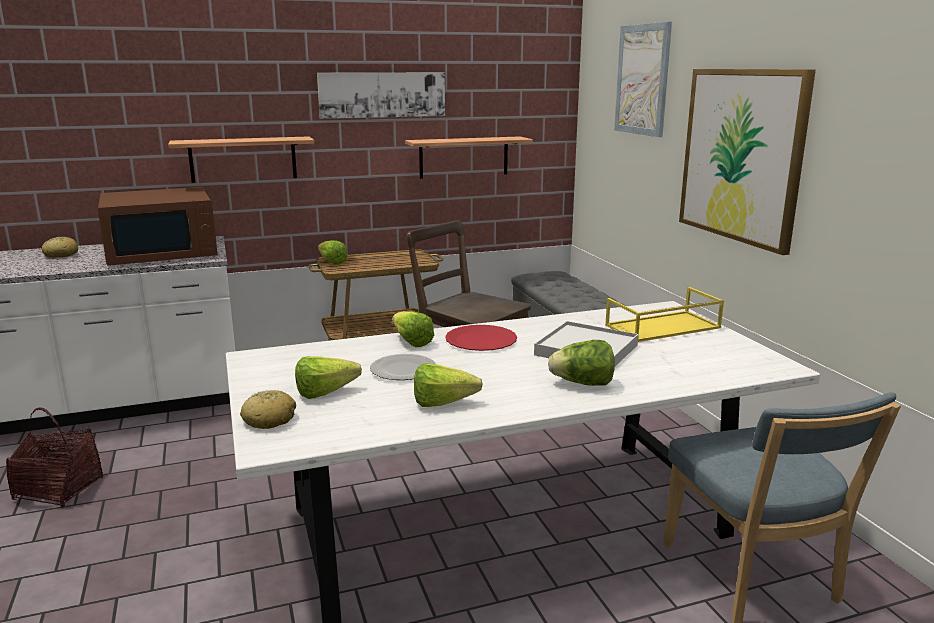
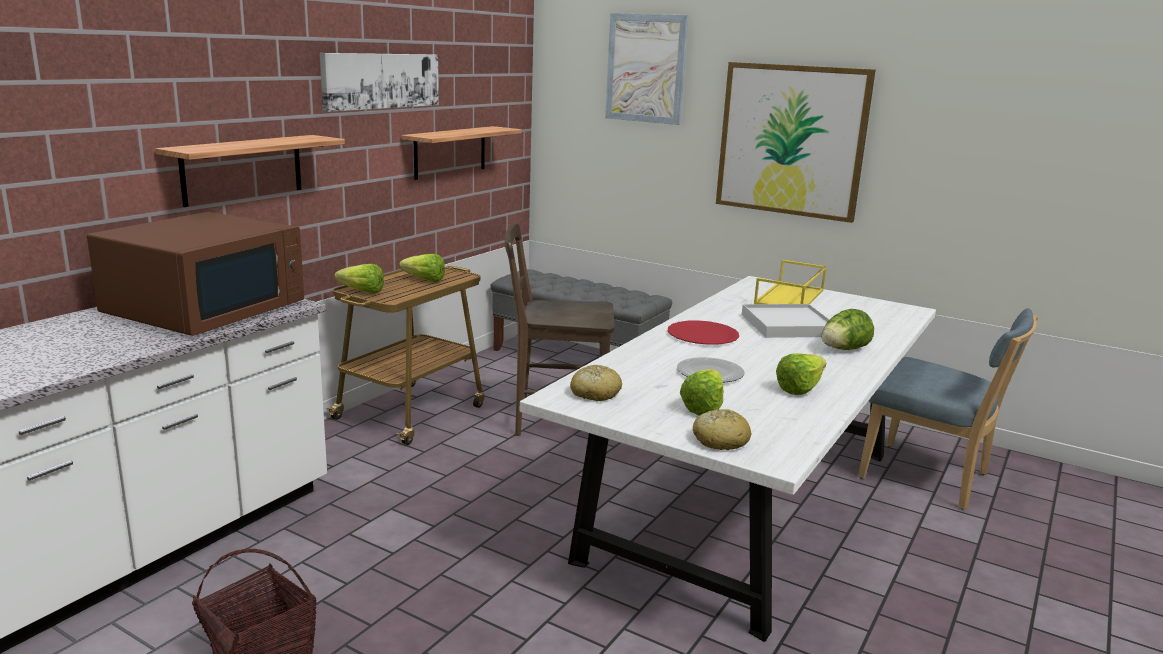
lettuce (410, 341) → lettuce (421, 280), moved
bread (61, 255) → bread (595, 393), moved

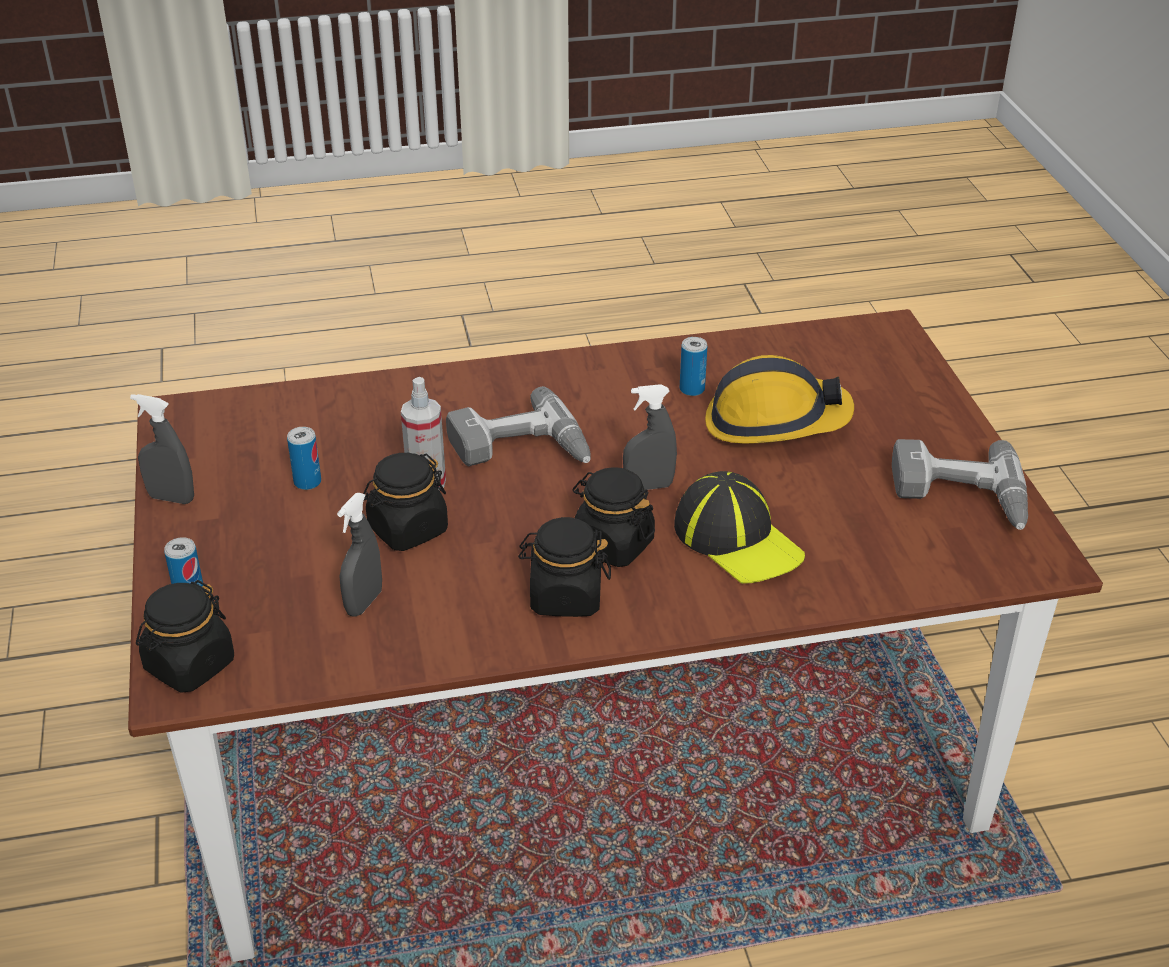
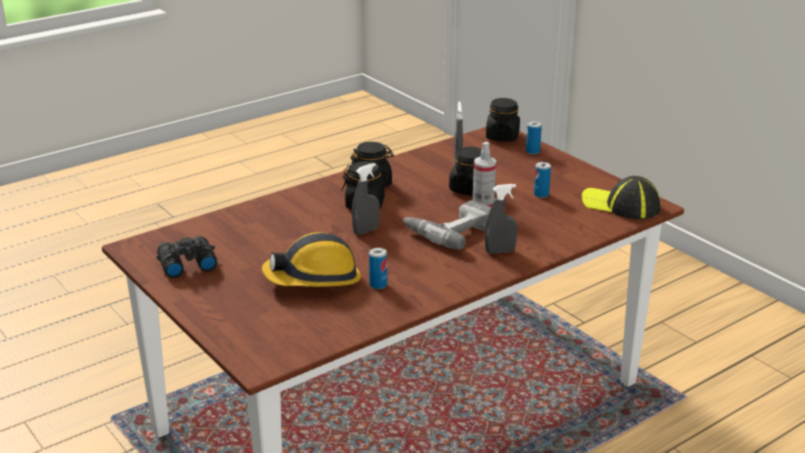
power drill (959, 498) → binoculars in black (186, 264)
spray bottle in grey (171, 498) → spray bottle in grey (500, 251), moved
cap (737, 539) → cap (621, 205), moved

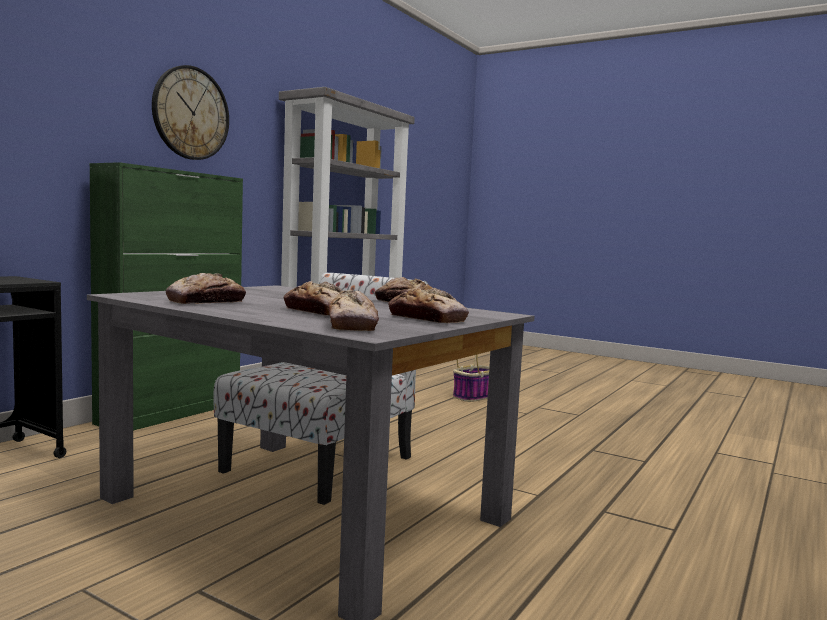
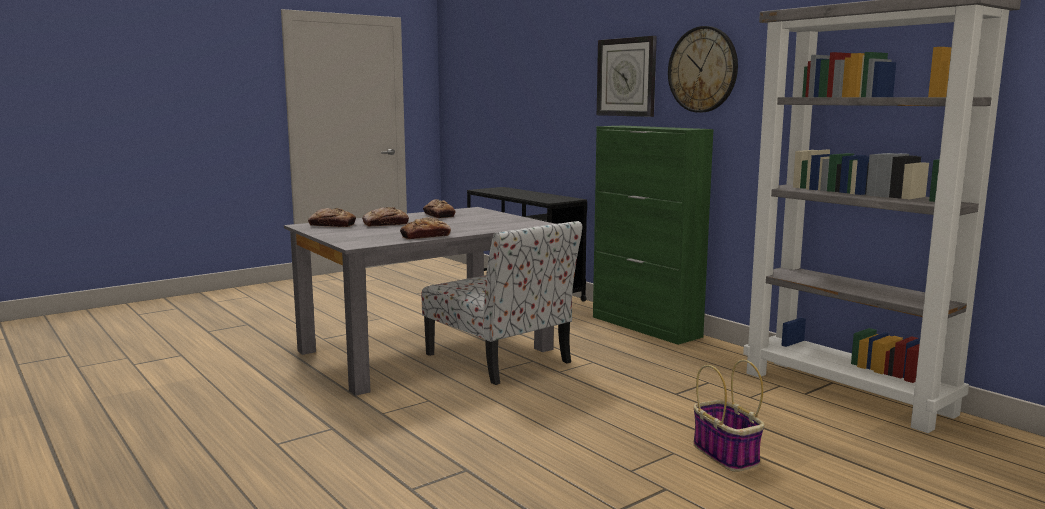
- → wall clock (626, 77)
bread (427, 319) → -

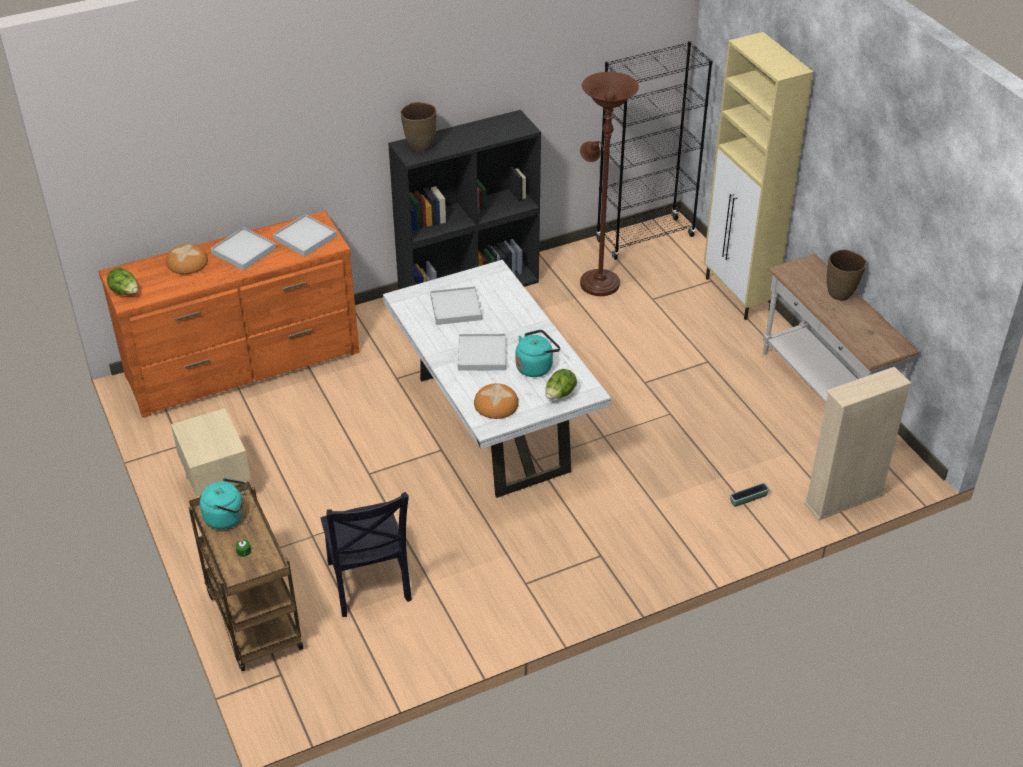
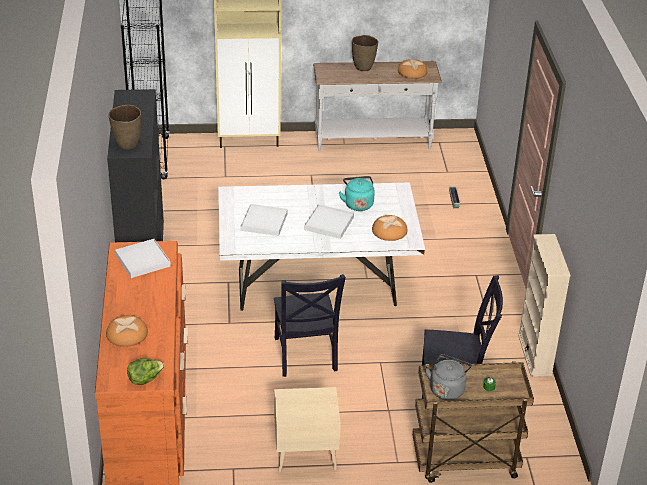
- → chair in black (305, 356)
- → bread (412, 72)
kettle in turquoise (227, 517) → kettle in grey (447, 389)
bookcase in beige (843, 500) → bookcase in beige (534, 354), moved
tray in white (244, 251) → -
lettuce (560, 395) → -
floor lamp in brown (597, 280) → -

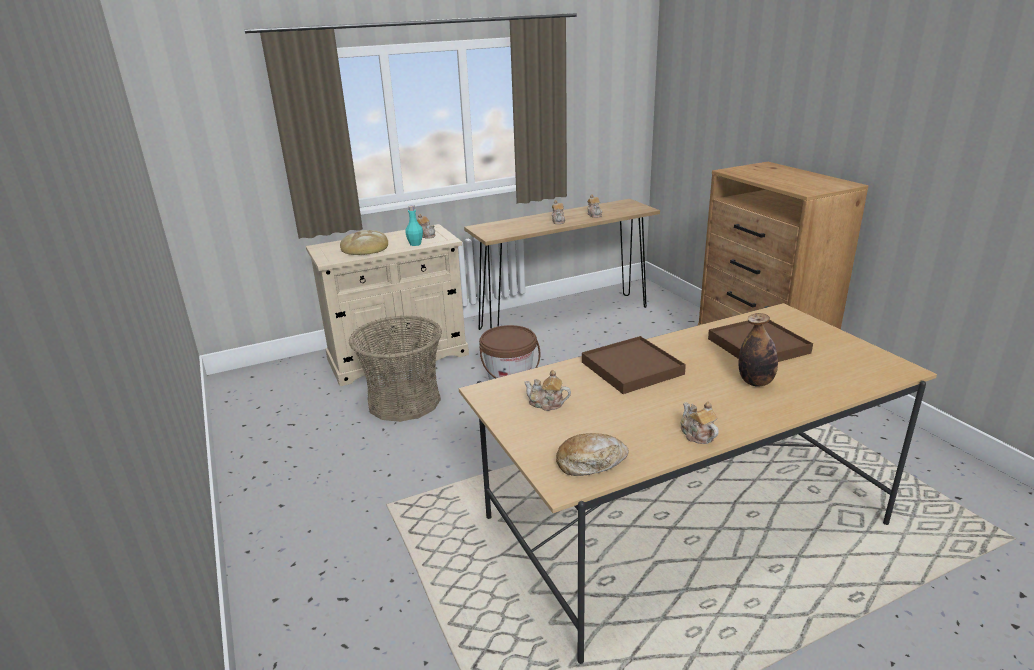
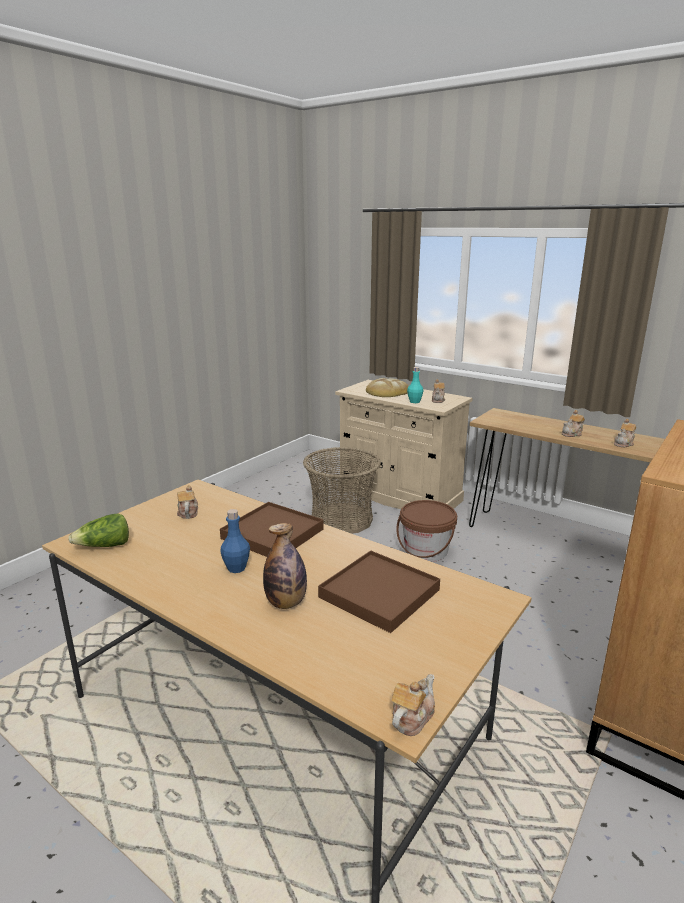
bread (591, 462) → lettuce (104, 546)
- → bottle in blue (236, 568)
teapot (697, 435) → teapot (411, 718), moved

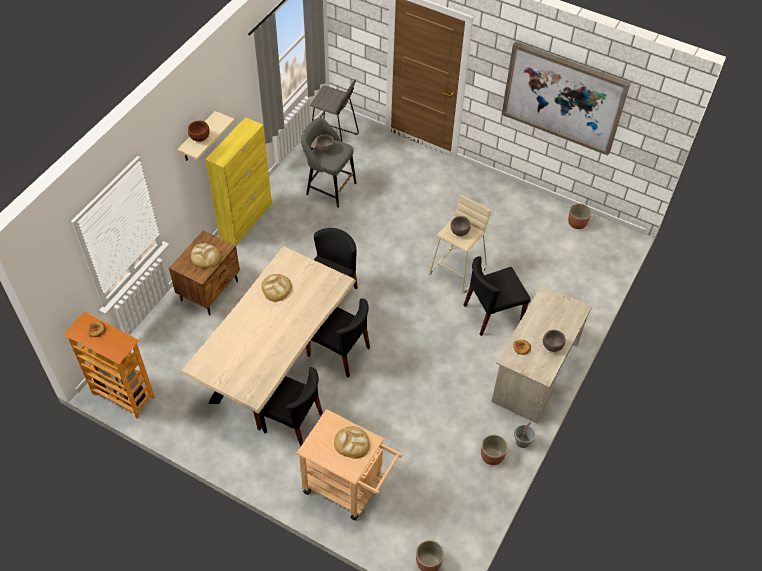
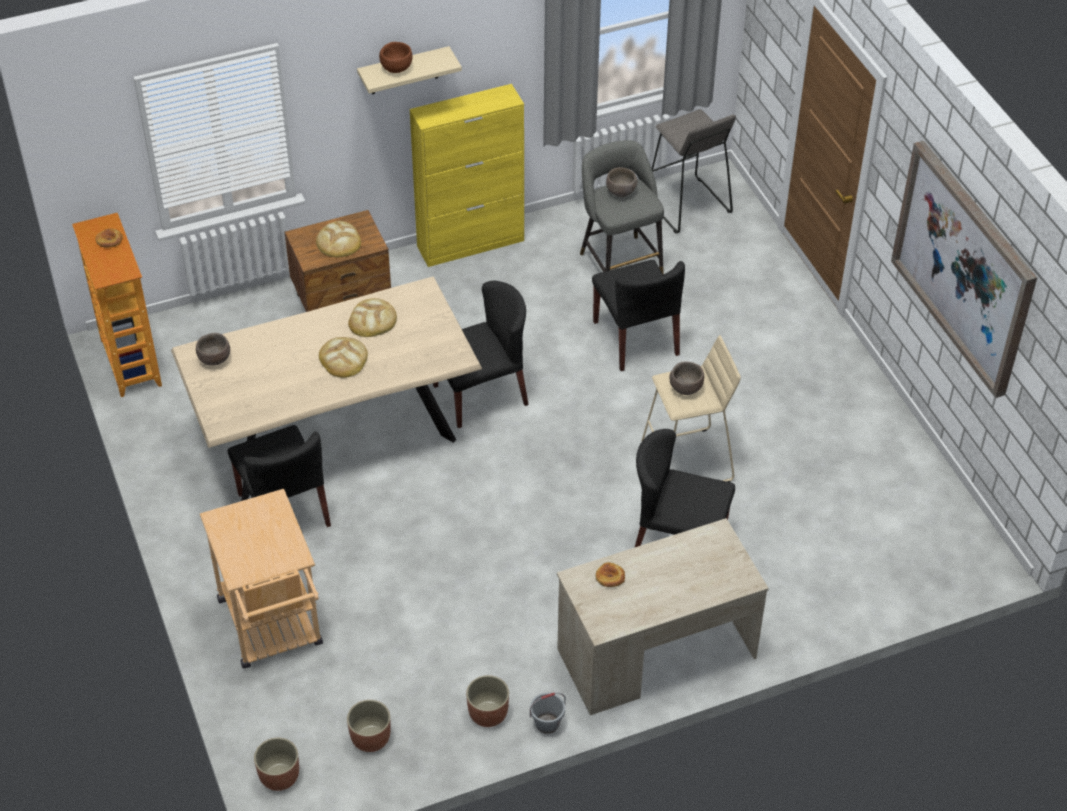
bowl in brown (552, 346) → bowl in brown (215, 359), moved
bread (352, 443) → bread (343, 359), moved
planter (577, 223) → planter (371, 738), moved
chair in black (339, 352) → chair in black (636, 338), moved

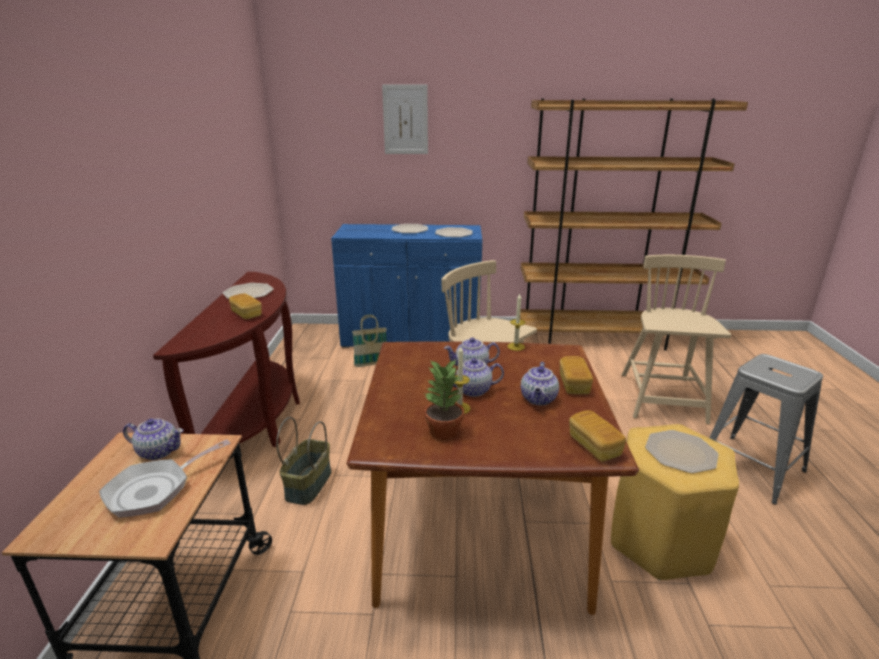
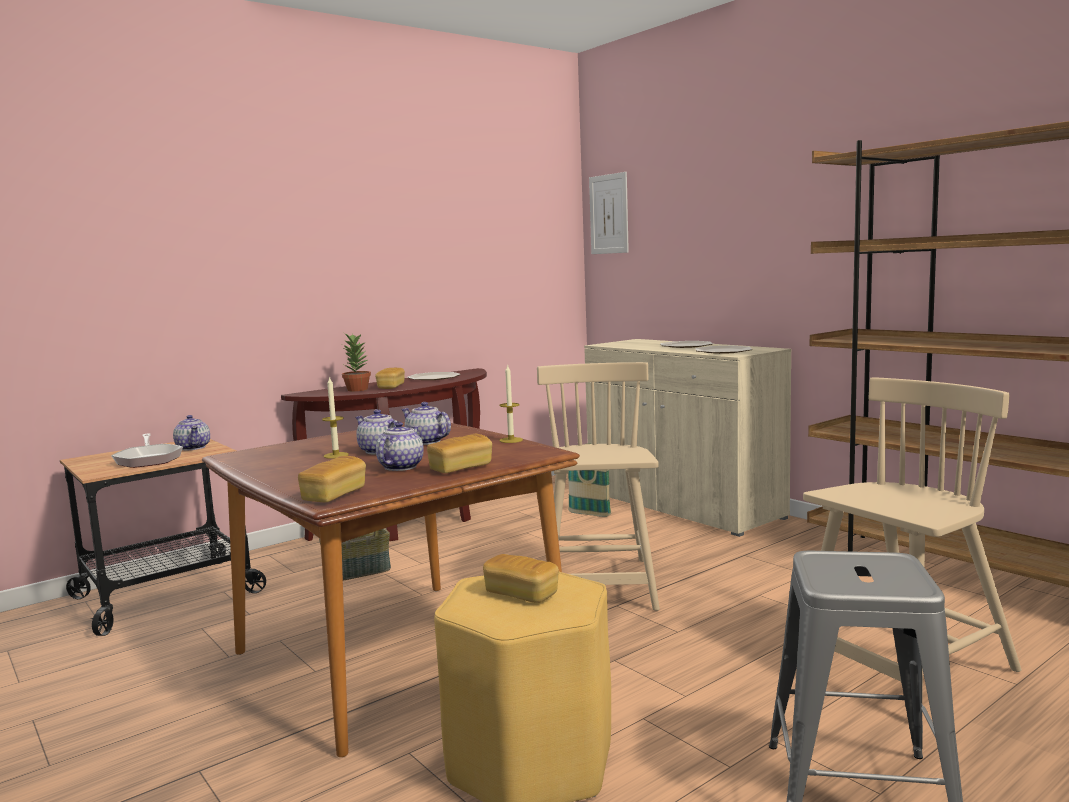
frying pan (154, 490) → frying pan (148, 459), 120 degrees counterclockwise
potted plant (443, 431) → potted plant (357, 389), moved
teapot (539, 399) → teapot (401, 467), 135 degrees clockwise
plate (680, 452) → bread (521, 594)
cabinet in blue (411, 338) → cabinet in beige (682, 506)
picture (405, 120) → picture (609, 214), moved

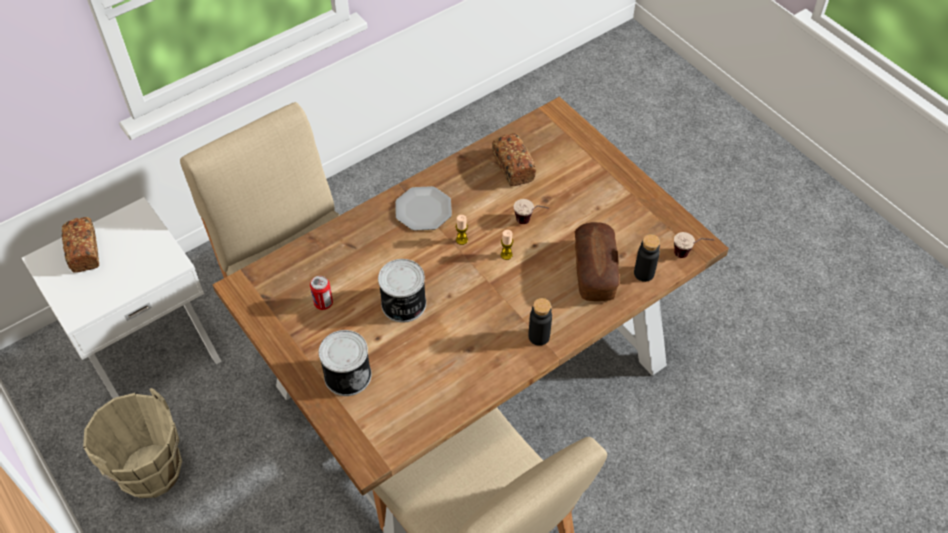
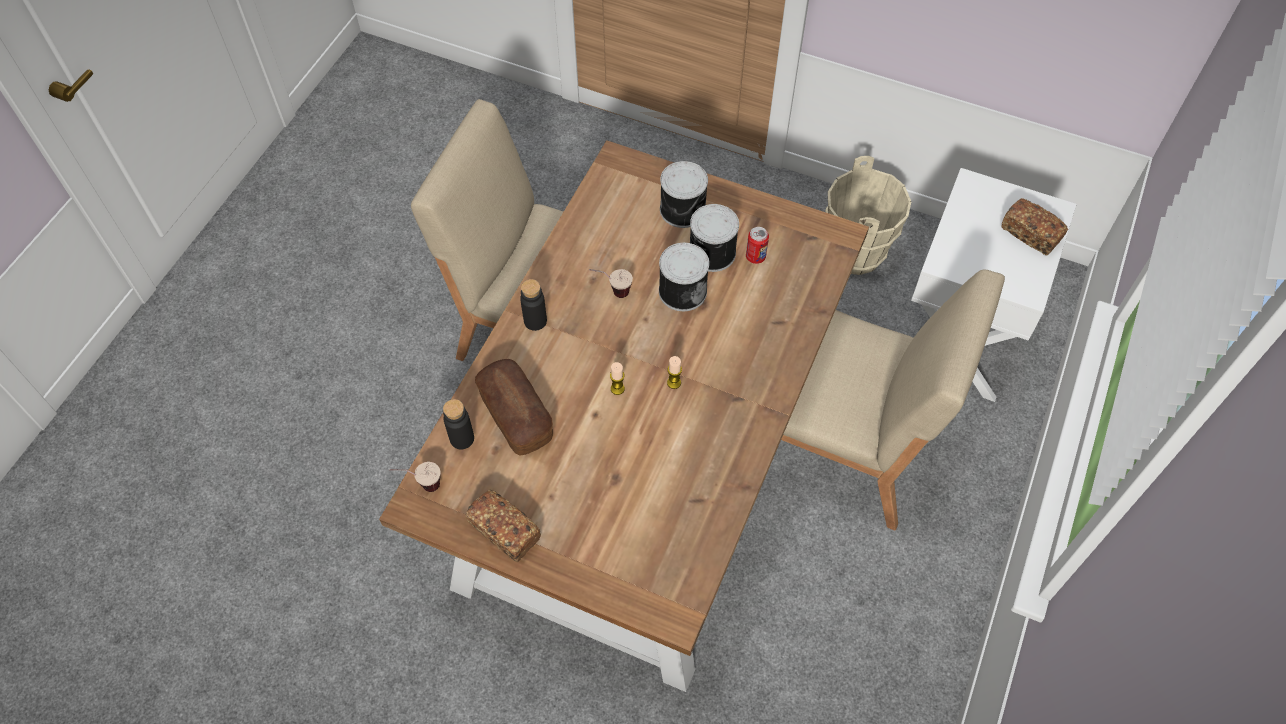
bread (513, 167) → bread (505, 531), moved
cup (530, 222) → cup (611, 292), moved
- → can (710, 253)
plate (423, 209) → -

